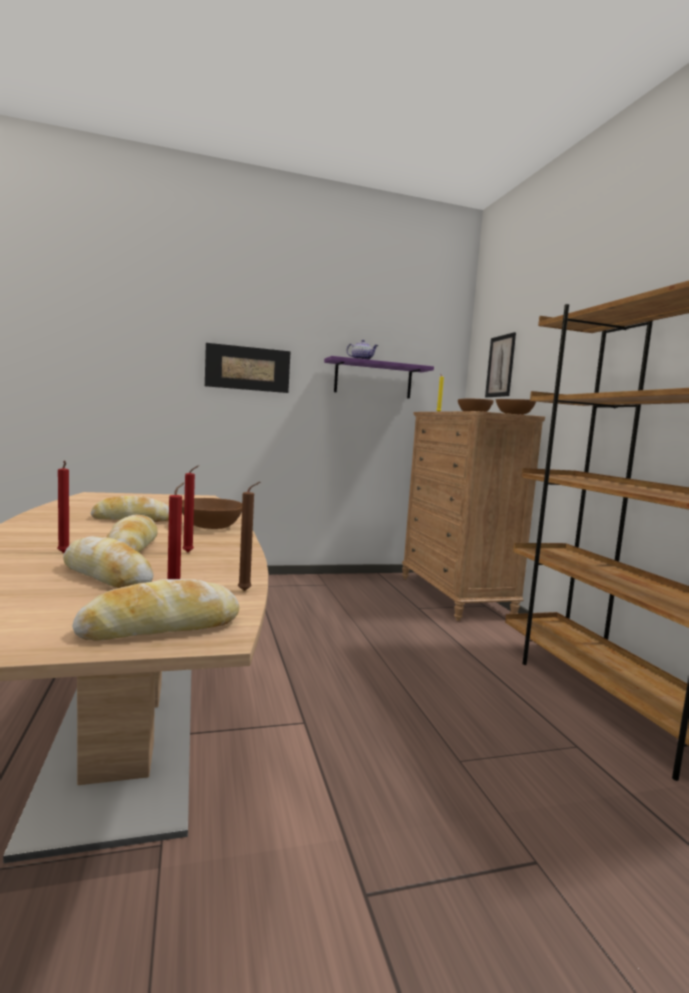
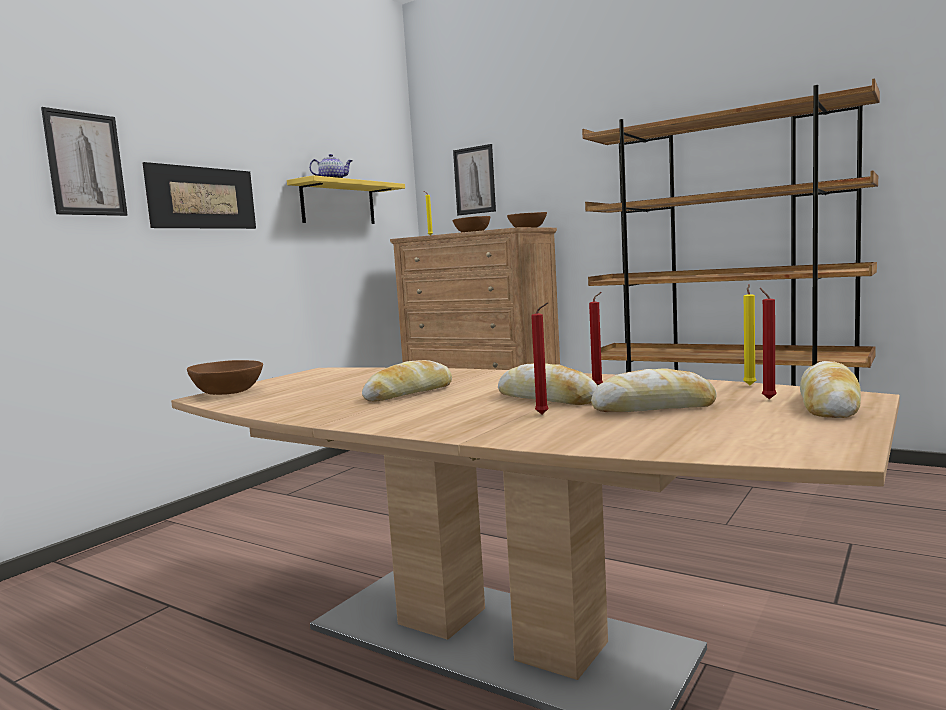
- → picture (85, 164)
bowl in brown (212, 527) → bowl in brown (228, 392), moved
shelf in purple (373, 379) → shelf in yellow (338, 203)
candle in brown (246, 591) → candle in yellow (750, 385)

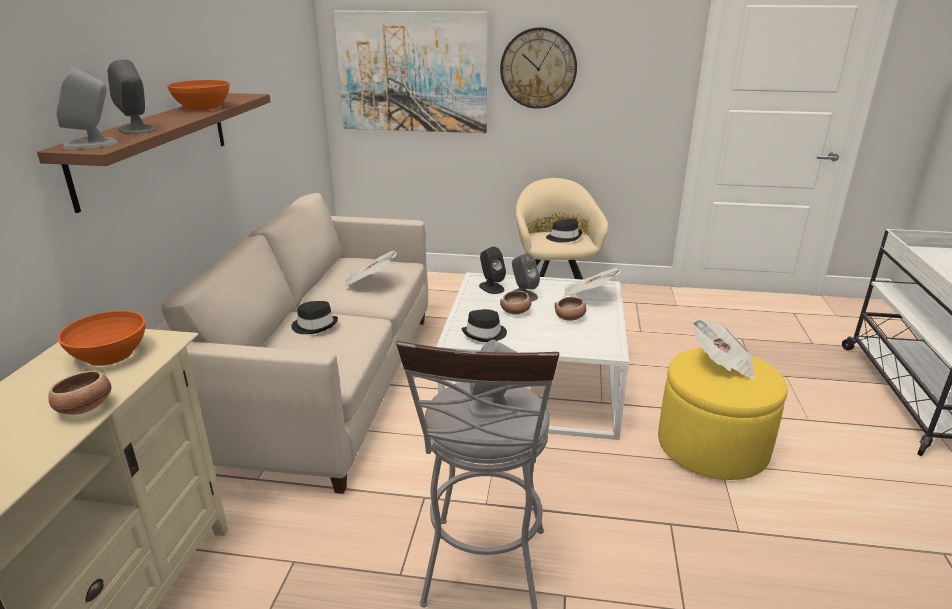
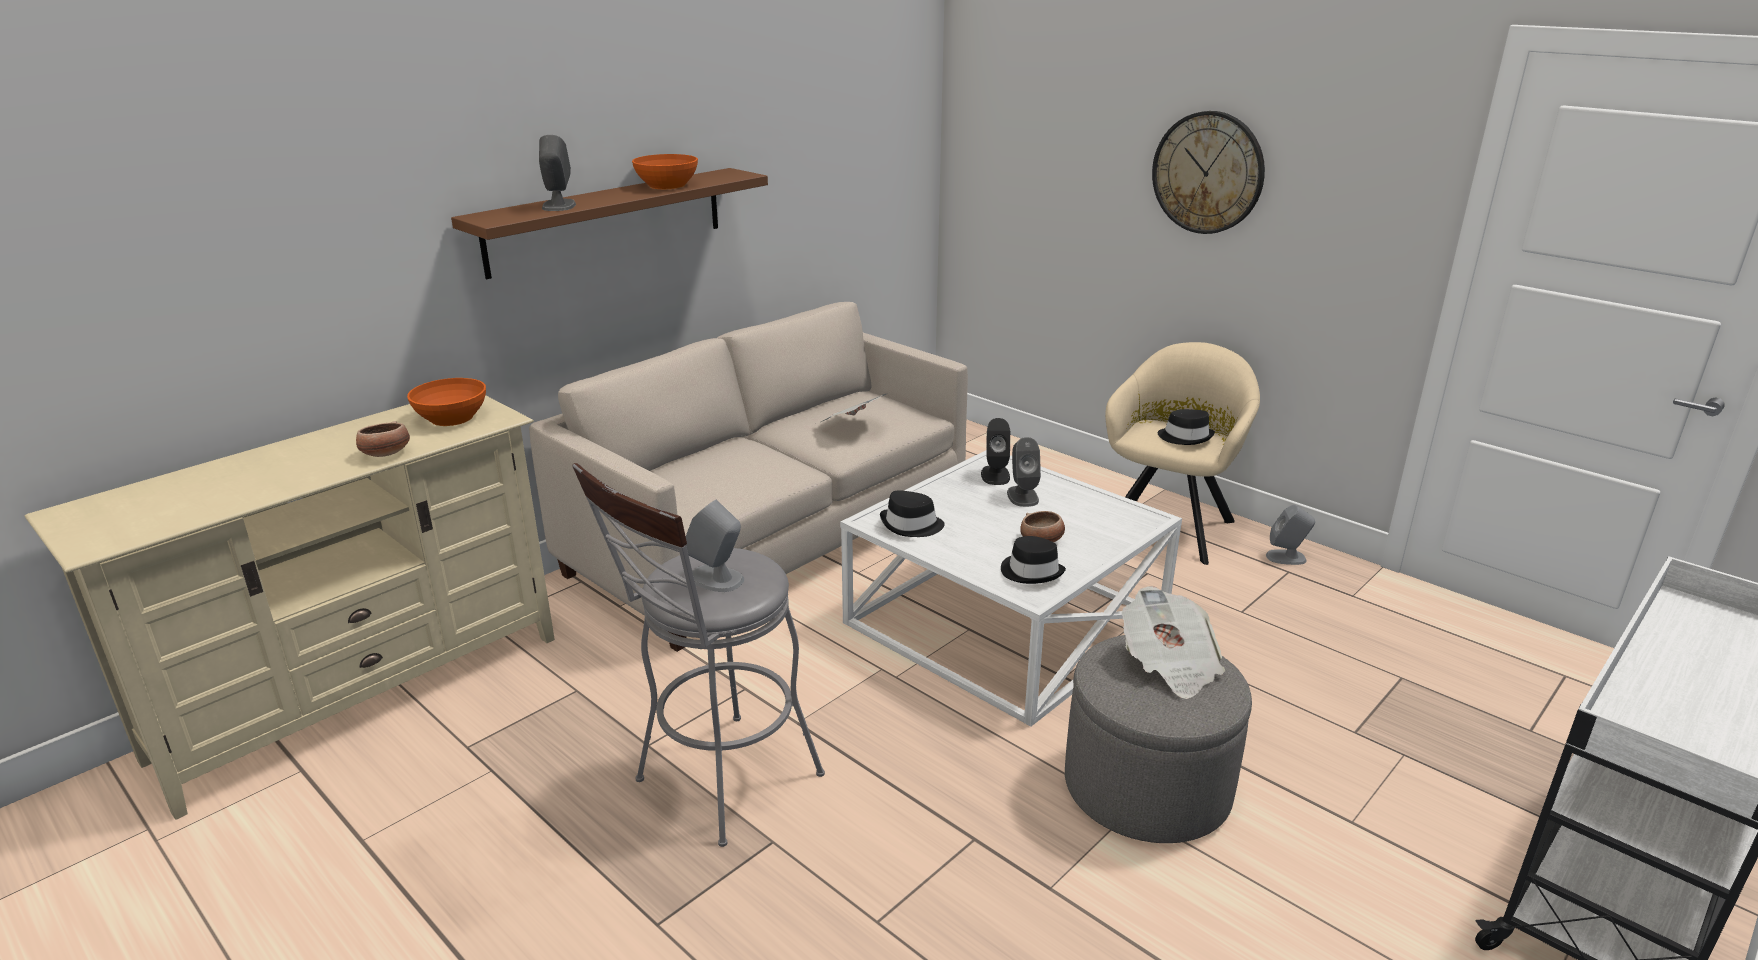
hat in black (315, 325) → hat in black (1031, 571), moved
ottoman in yellow (712, 447) → ottoman in grey (1146, 787)
speaker in grey (91, 144) → speaker in grey (1286, 557), moved
picture (412, 72) → -
bowl (516, 312) → -
newspaper (588, 296) → -

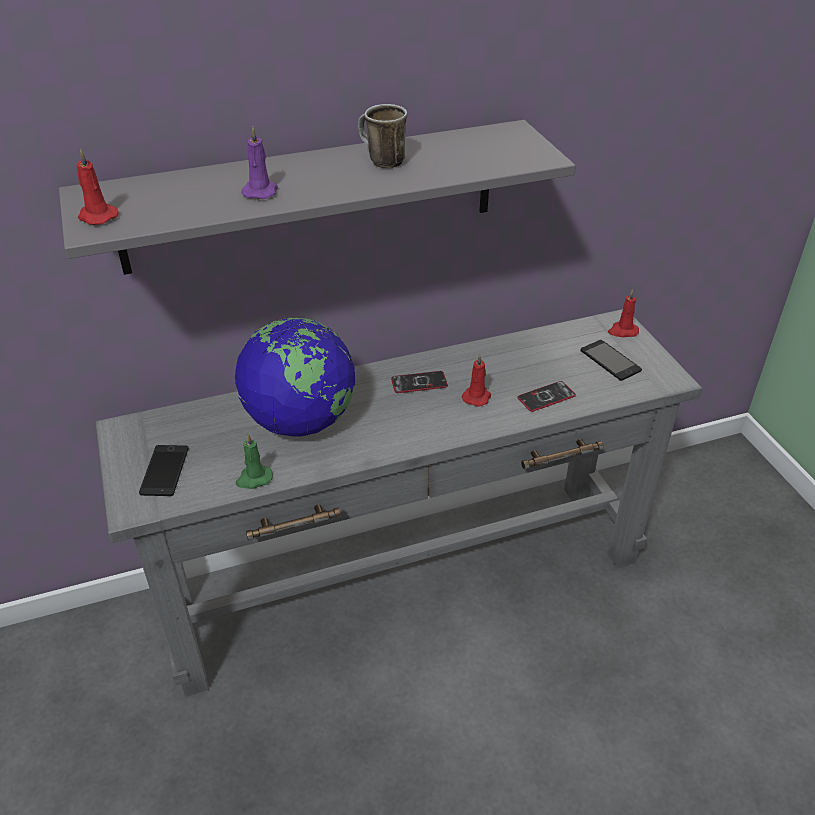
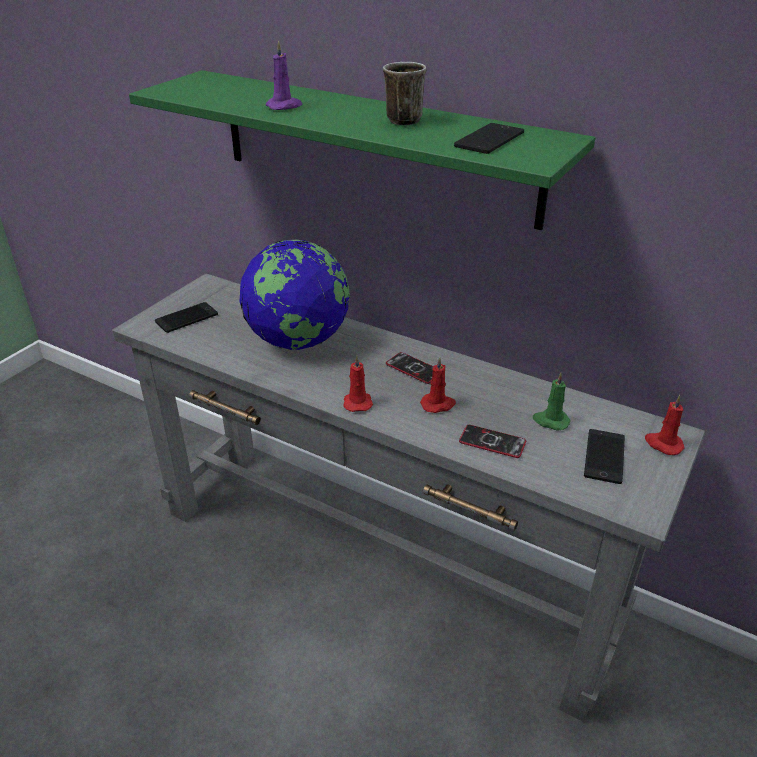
shelf in grey (311, 197) → shelf in green (374, 146)
candle in red (97, 216) → candle in red (357, 402), moved
- → phone (489, 139)
candle in green (254, 479) → candle in green (550, 421), moved

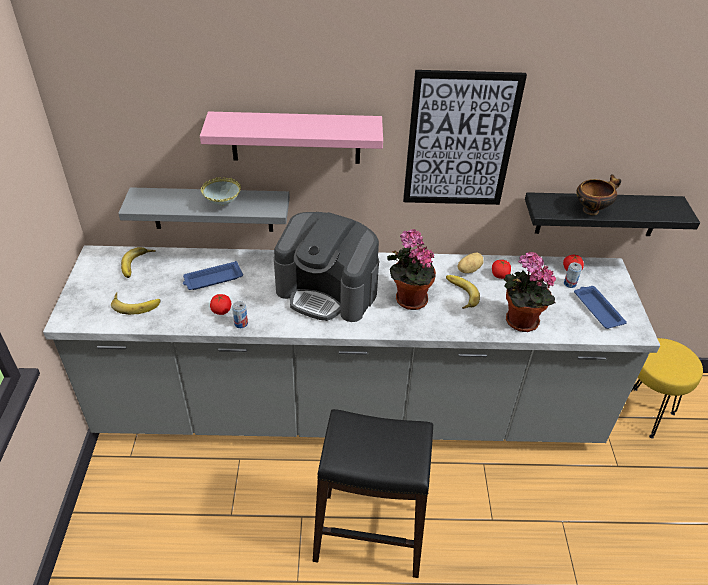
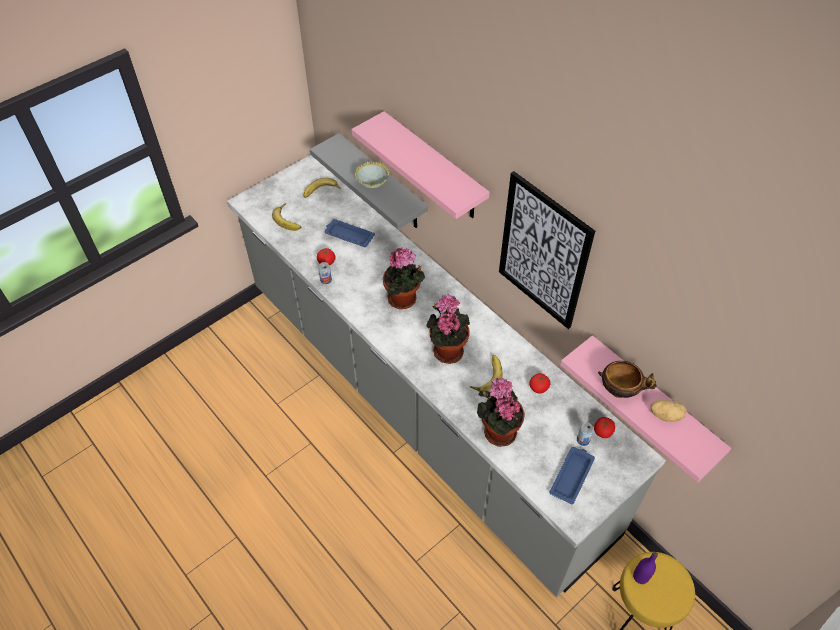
coffee machine (327, 291) → potted plant (404, 300)
shelf in black (598, 214) → shelf in pink (652, 402)
- → bottle in purple (640, 577)
potato (468, 269) → potato (665, 415), moved
stool in black (370, 534) → -

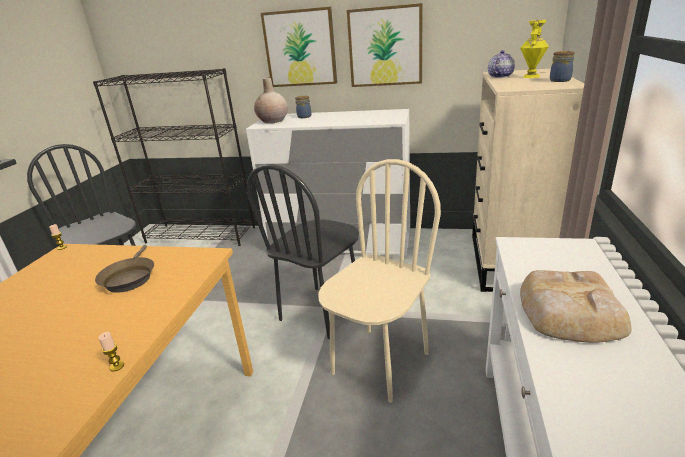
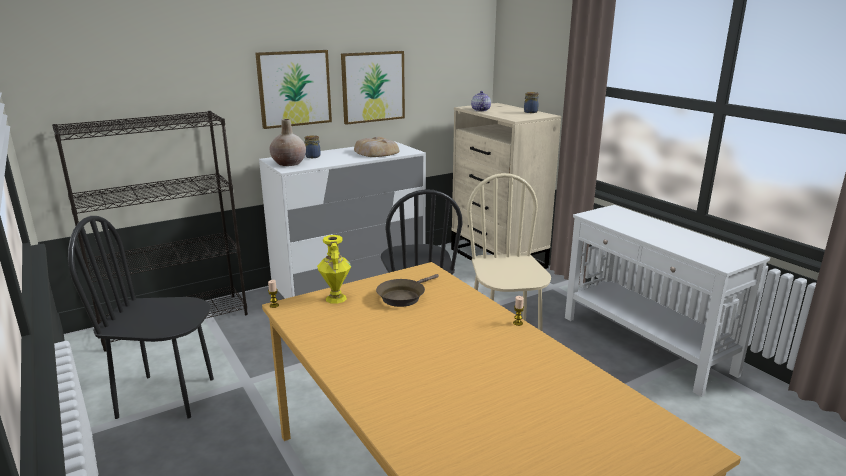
vase in yellow (530, 76) → vase in yellow (335, 298), moved
bread (569, 312) → bread (376, 152), moved
frying pan in brown (129, 278) → frying pan in brown (403, 296), 90 degrees clockwise

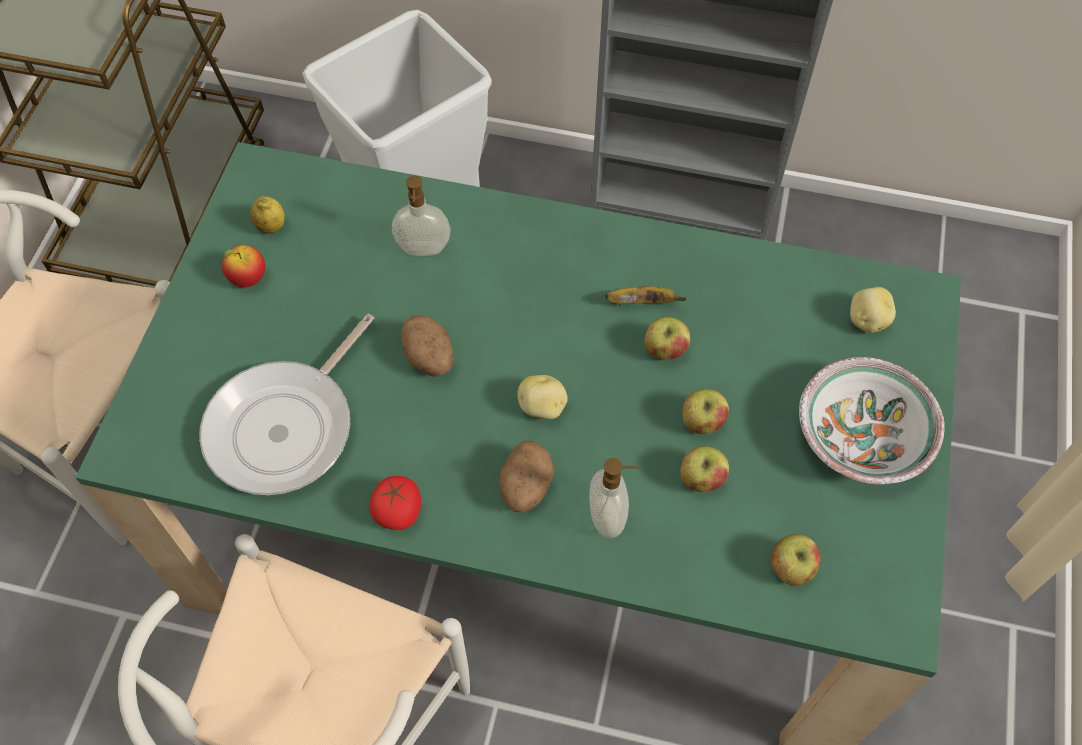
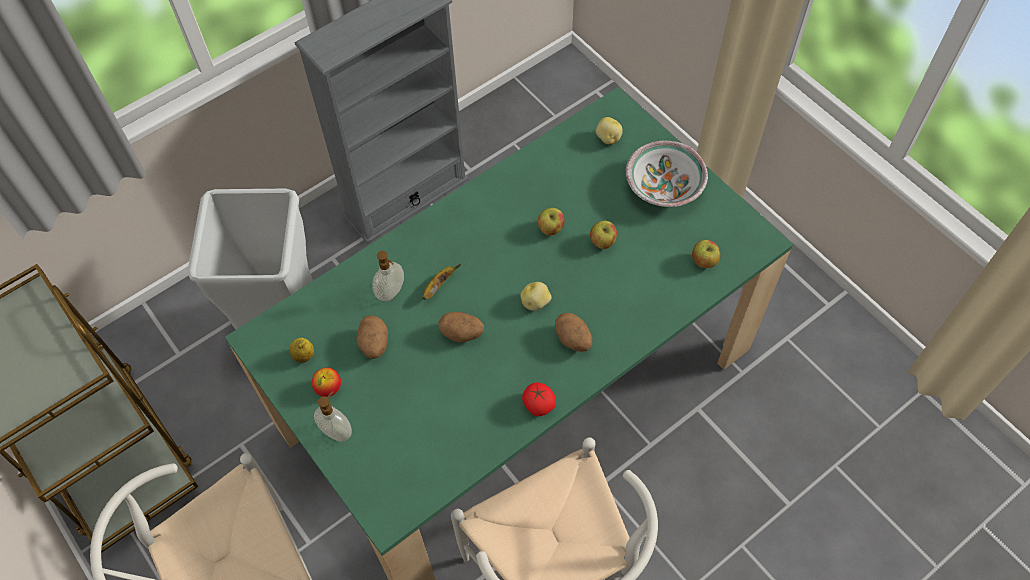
soap dispenser (608, 517) → soap dispenser (337, 431), moved
- → potato (374, 344)
banana (643, 302) → banana (439, 285), moved
frying pan (287, 426) → -
apple (701, 479) → -

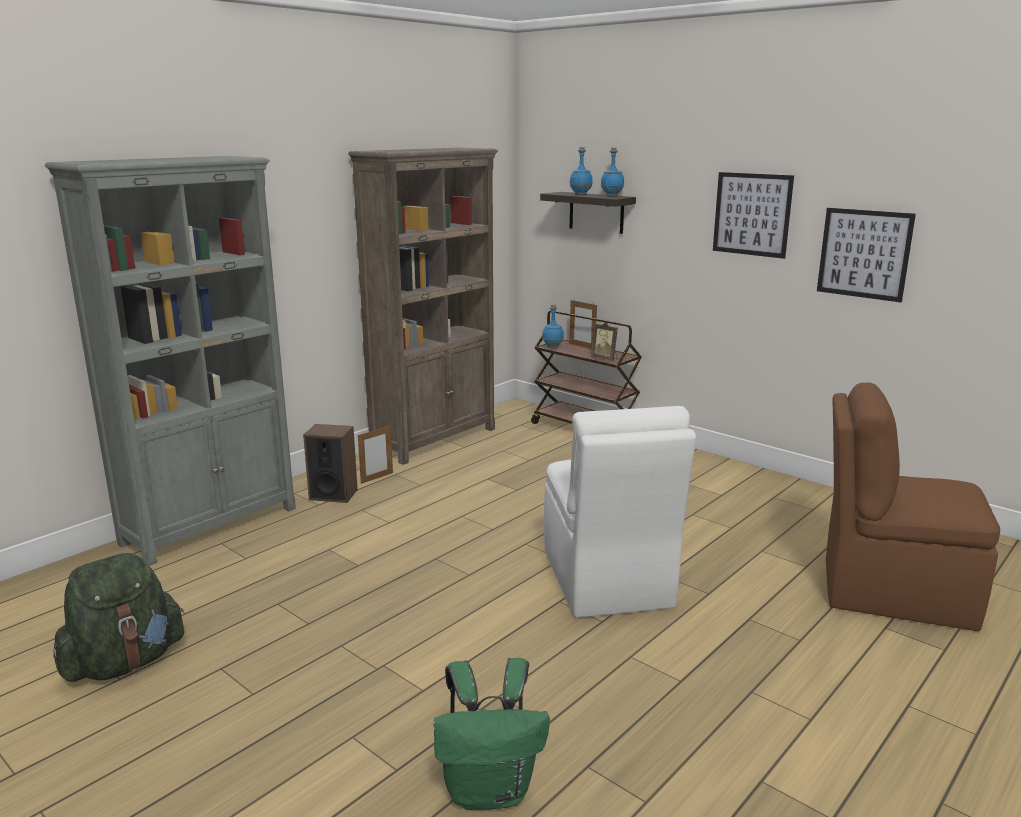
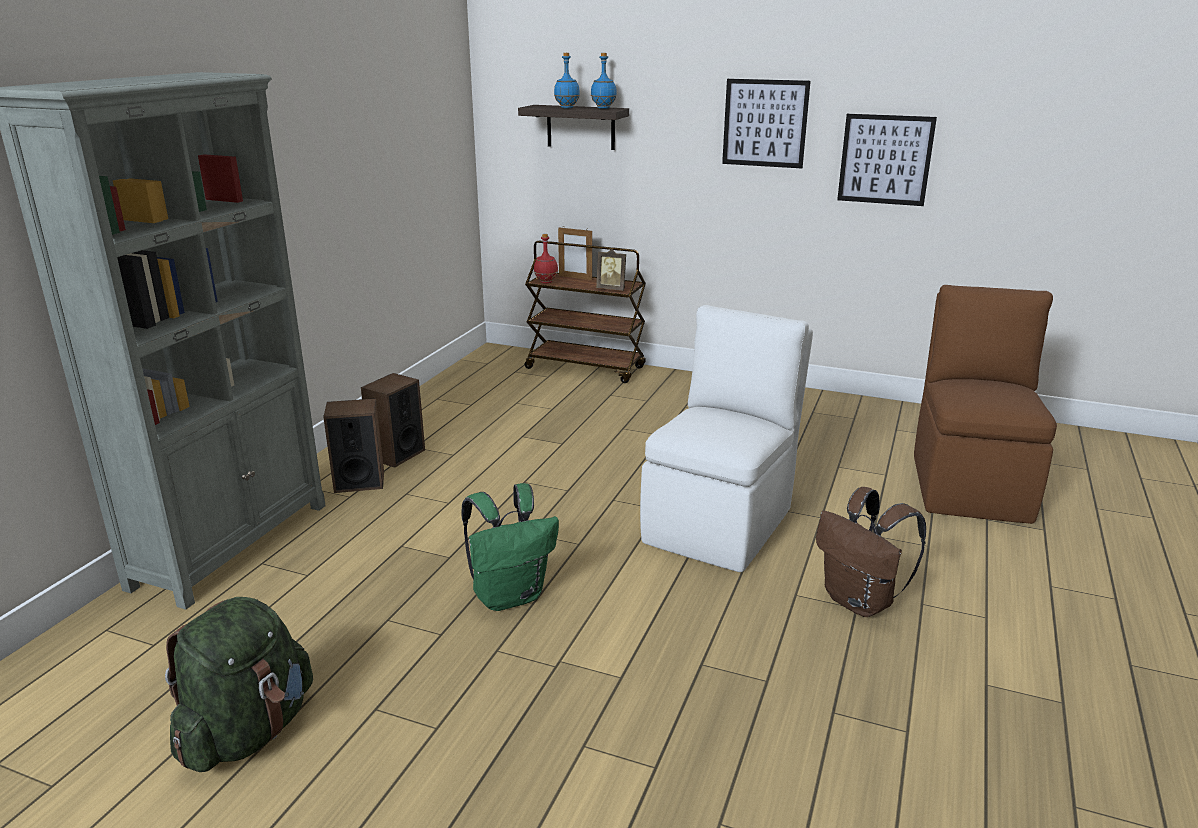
picture frame (377, 478) → speaker (397, 454)
backpack in green (490, 790) → backpack in green (510, 595), moved
bottle in blue (552, 347) → bottle in red (545, 282)
chair in white (607, 581) → chair in white (720, 523), 120 degrees counterclockwise
- → backpack in brown (861, 602)
chair in brown (891, 592) → chair in brown (970, 485), 105 degrees clockwise
bookcase in brown (435, 439) → -

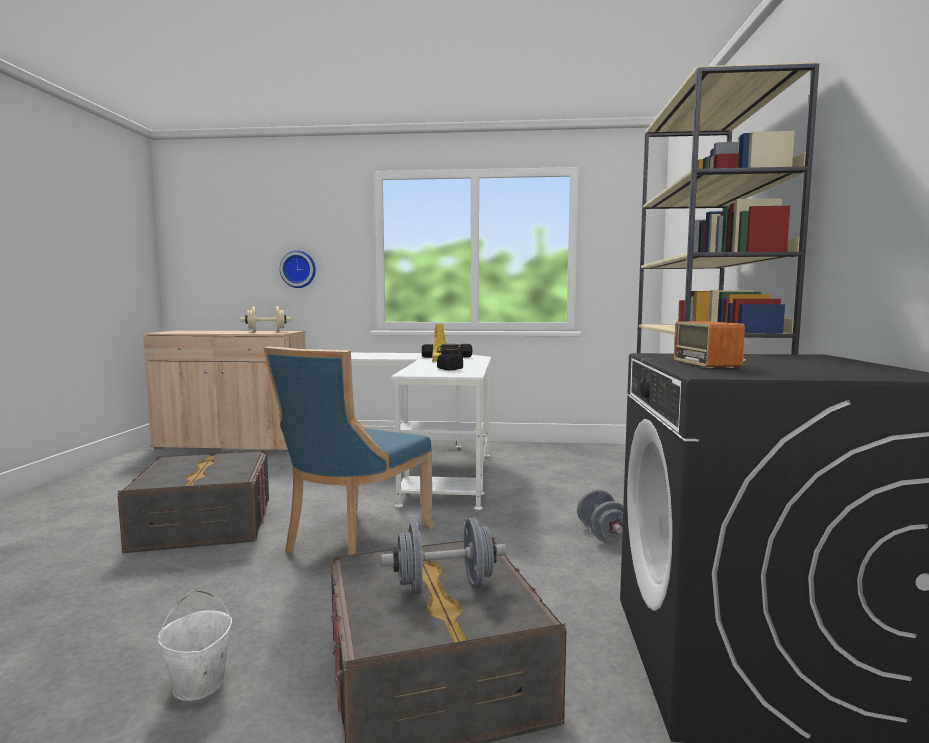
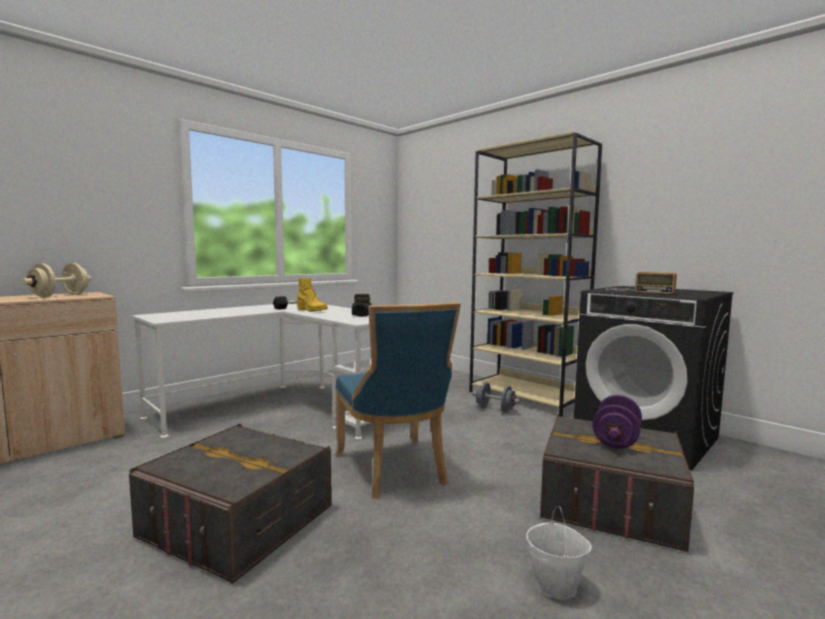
dumbbell in grey (444, 586) → dumbbell in purple (616, 440)
wall clock (299, 269) → -

